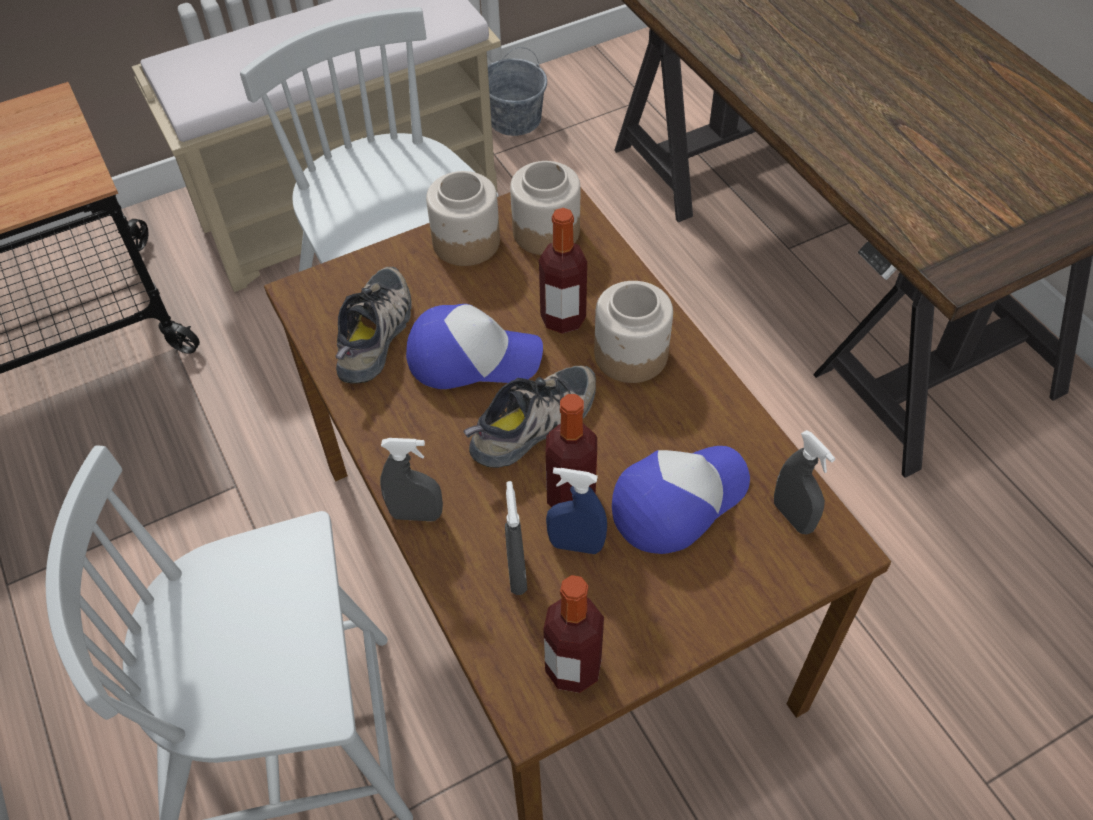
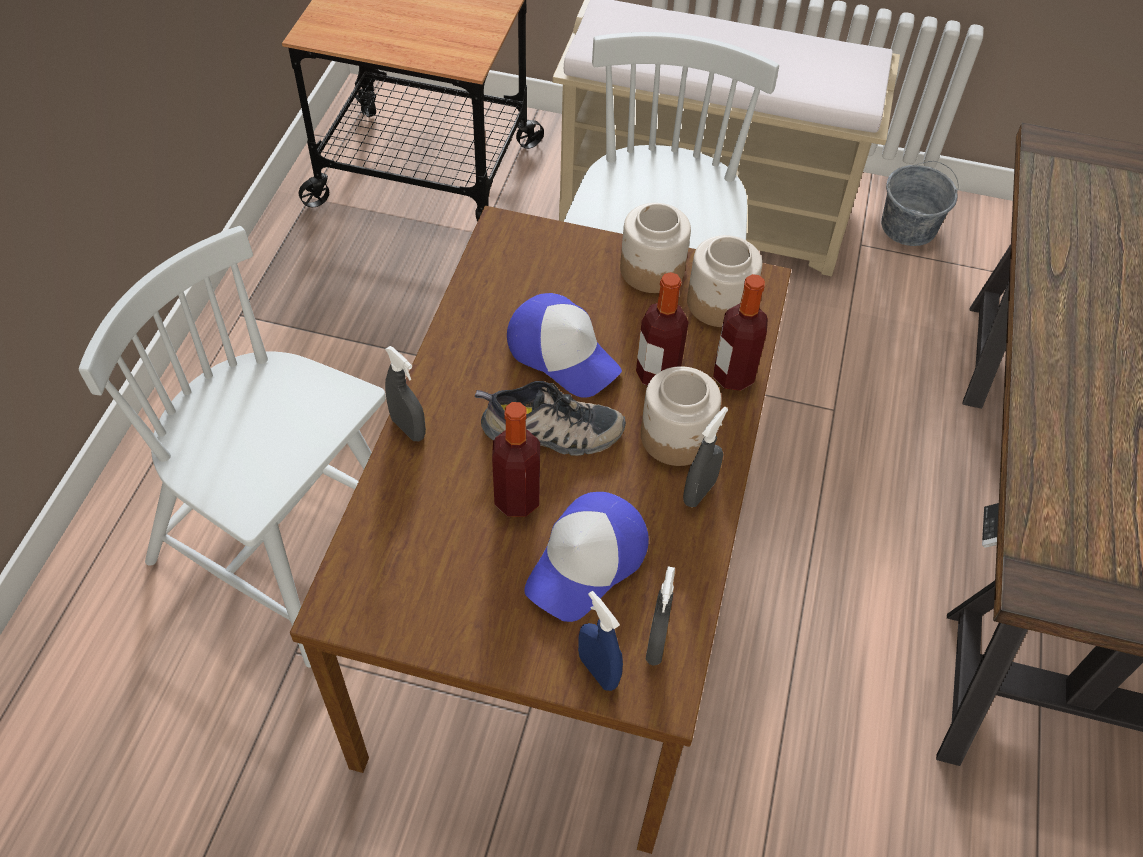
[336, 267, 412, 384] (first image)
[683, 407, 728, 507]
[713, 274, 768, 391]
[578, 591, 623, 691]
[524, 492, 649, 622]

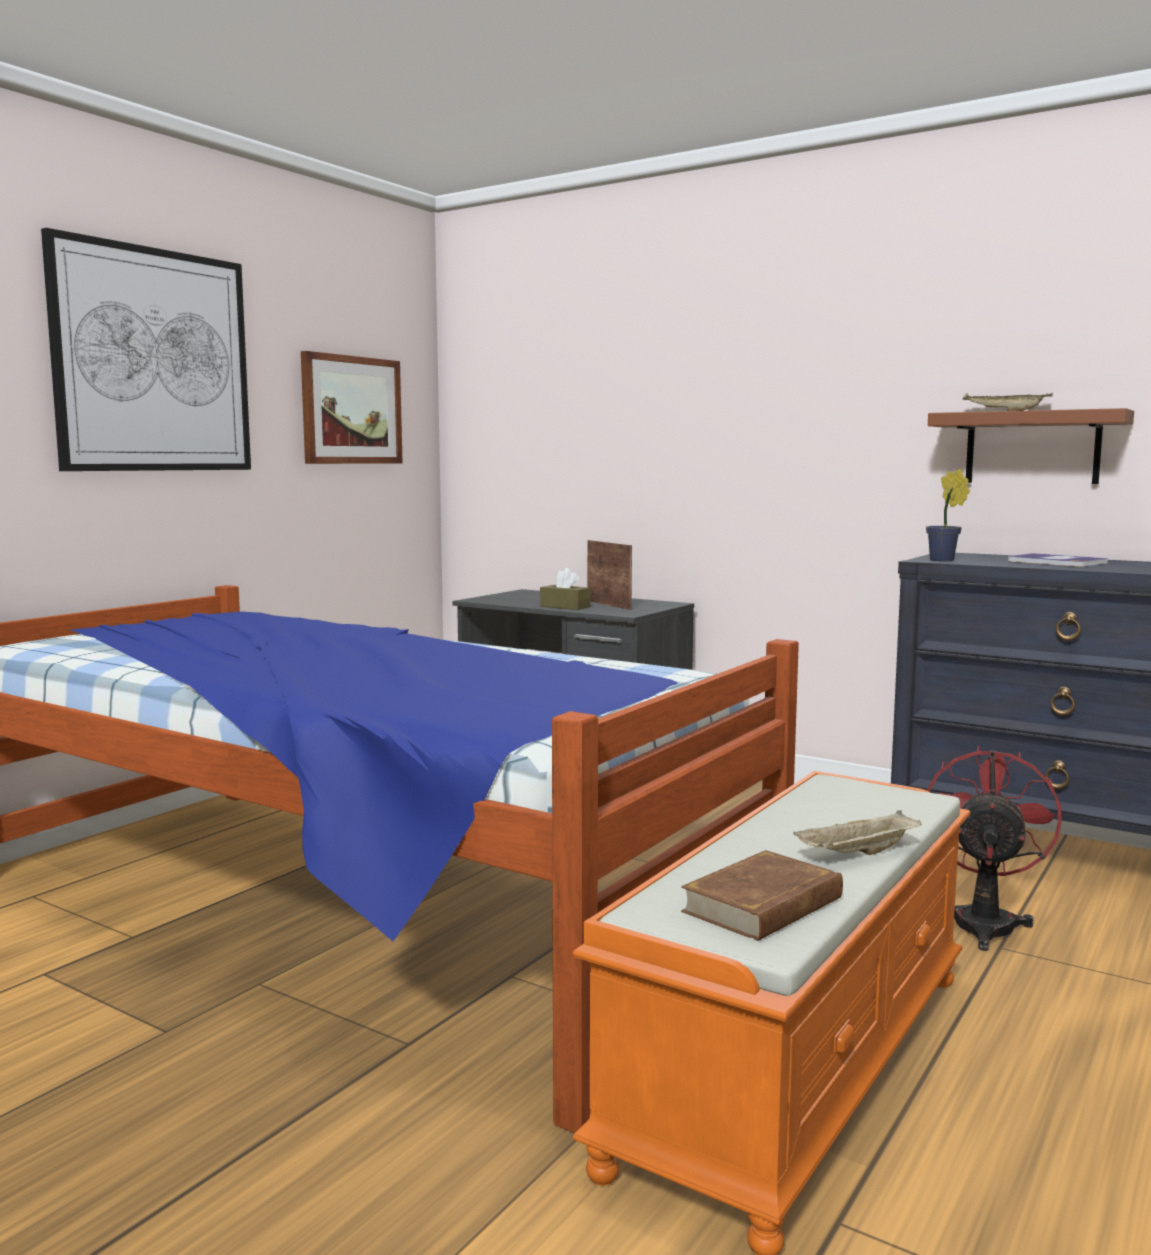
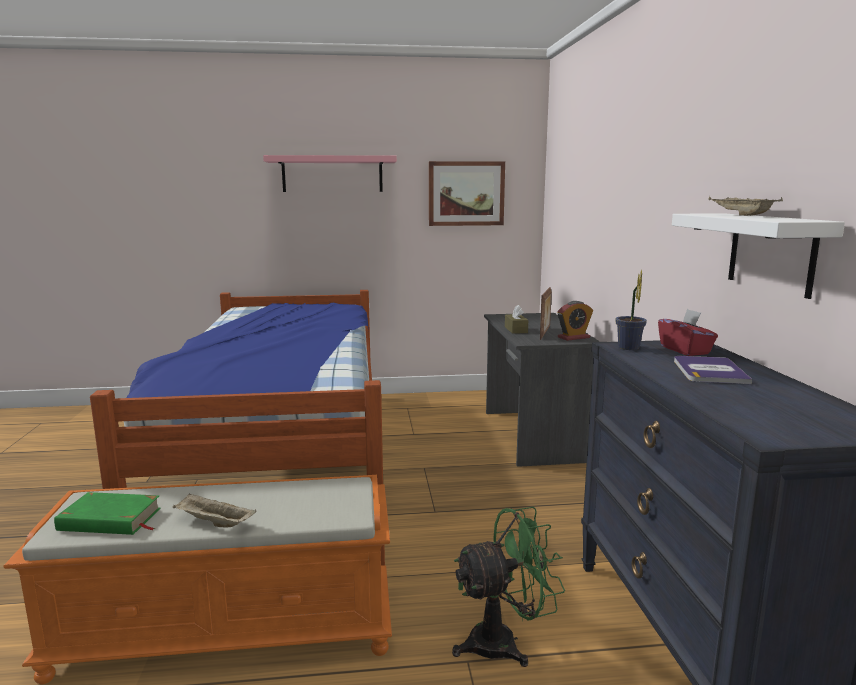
[557, 301, 593, 341]
[658, 309, 718, 356]
[263, 155, 397, 192]
[54, 492, 161, 535]
[452, 507, 565, 667]
[672, 213, 845, 299]

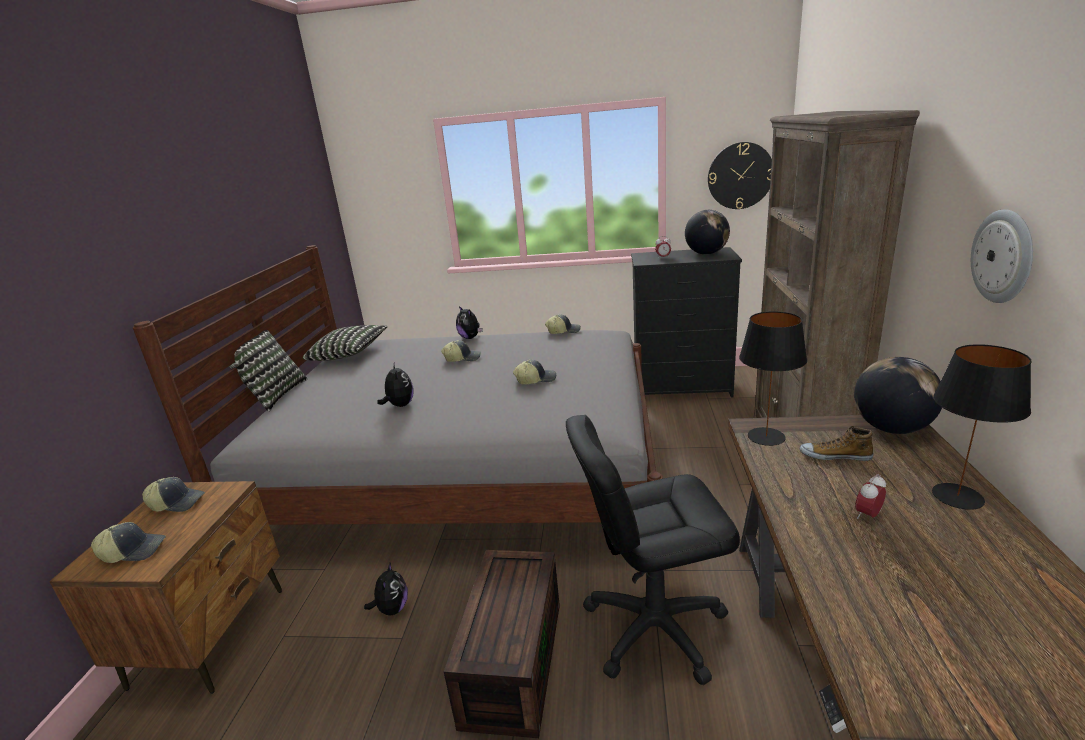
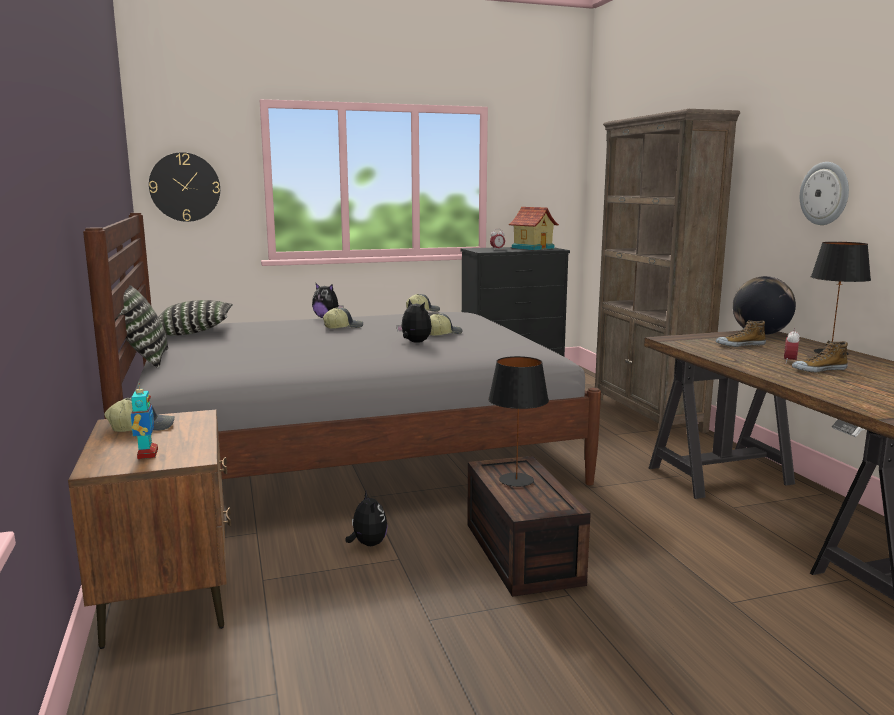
[566, 415, 740, 685] (first image)
[792, 341, 848, 373]
[397, 299, 432, 343]
[149, 152, 220, 222]
[488, 356, 549, 487]
[131, 382, 158, 459]
[509, 207, 559, 250]

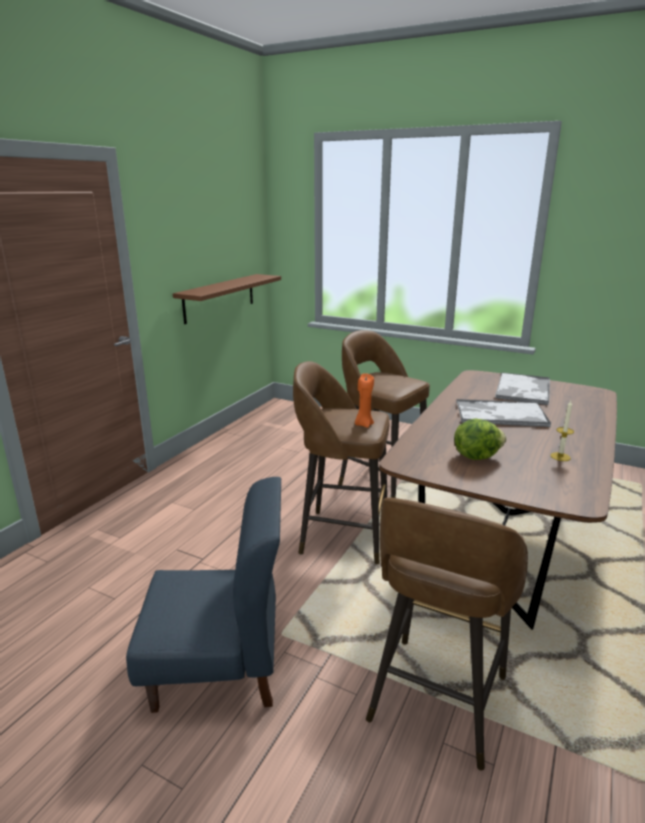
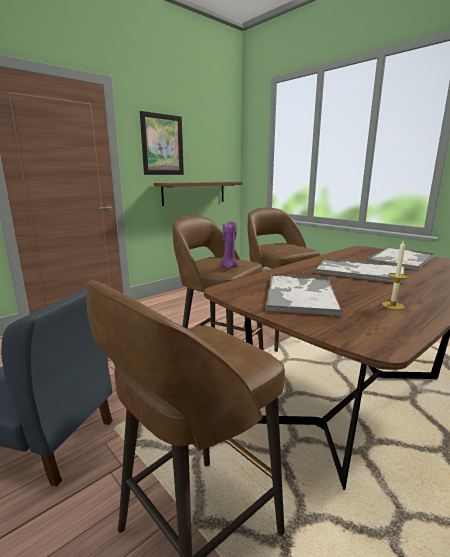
[140, 111, 184, 175]
[265, 275, 343, 316]
[220, 222, 237, 268]

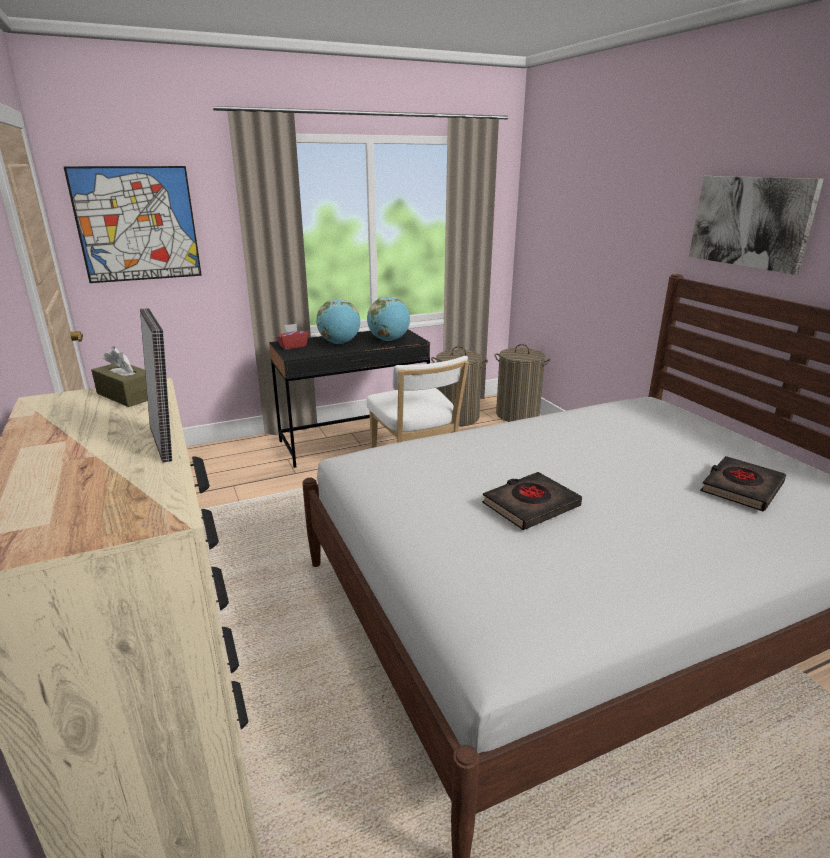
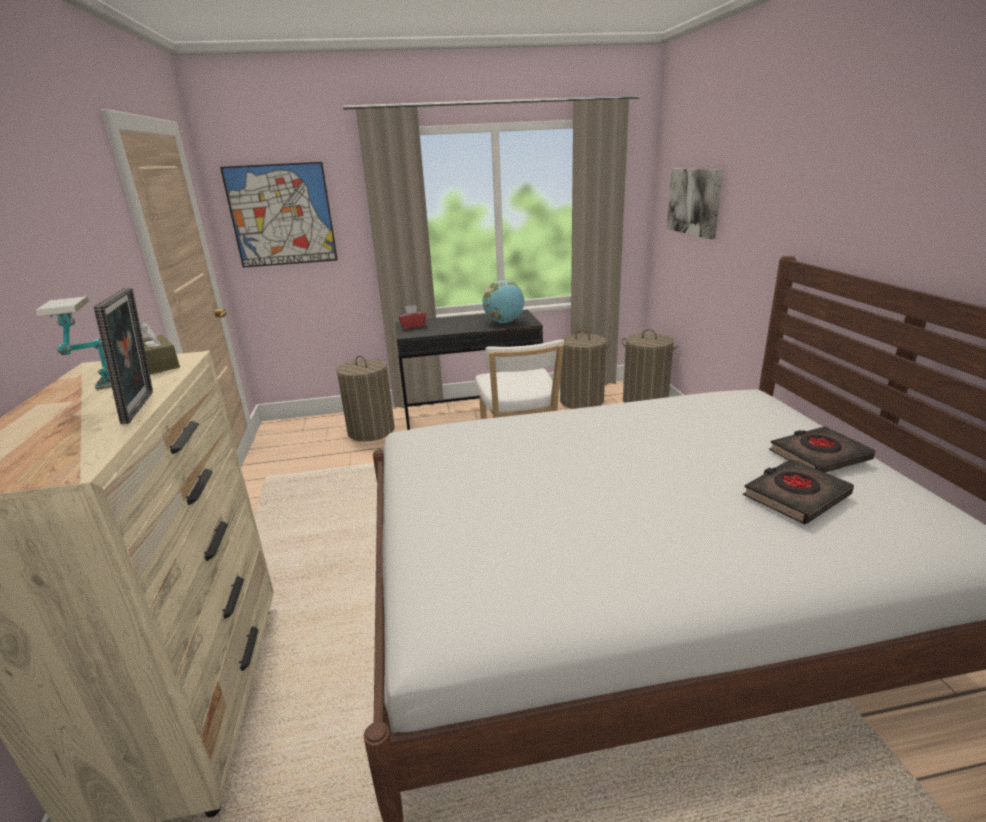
[316, 299, 360, 344] (first image)
[35, 296, 112, 390]
[336, 355, 395, 441]
[769, 426, 875, 473]
[667, 168, 723, 239]

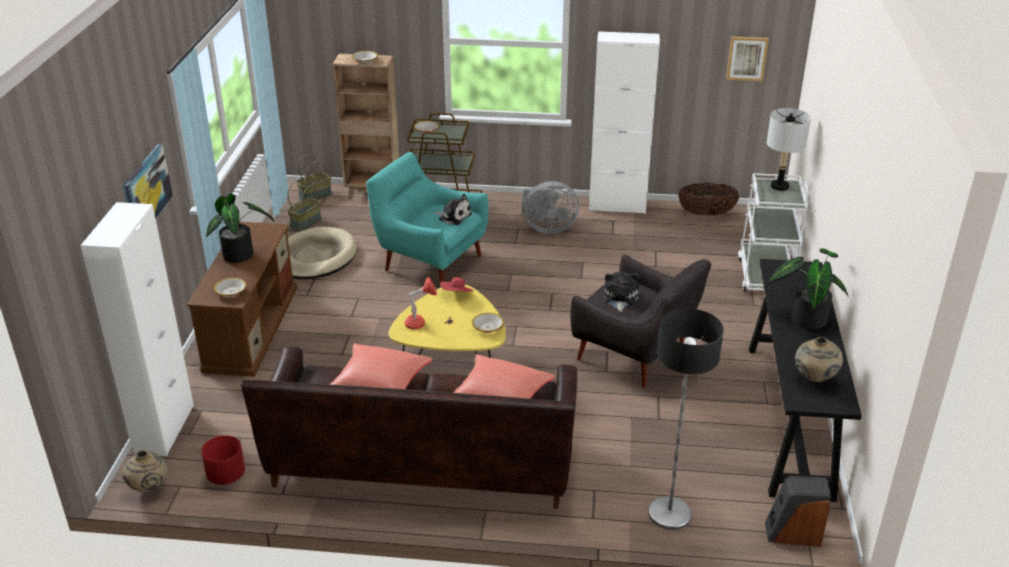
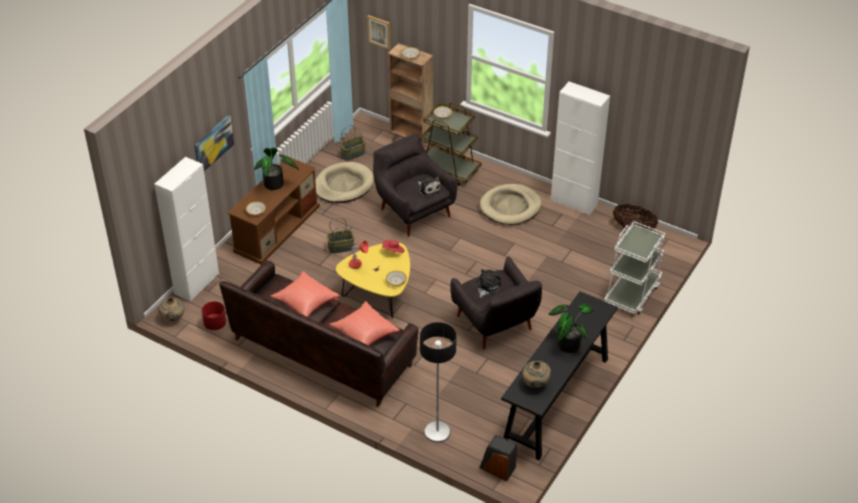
[767, 108, 811, 191] (first image)
[327, 217, 354, 253]
[367, 15, 391, 50]
[480, 184, 542, 225]
[373, 133, 457, 236]

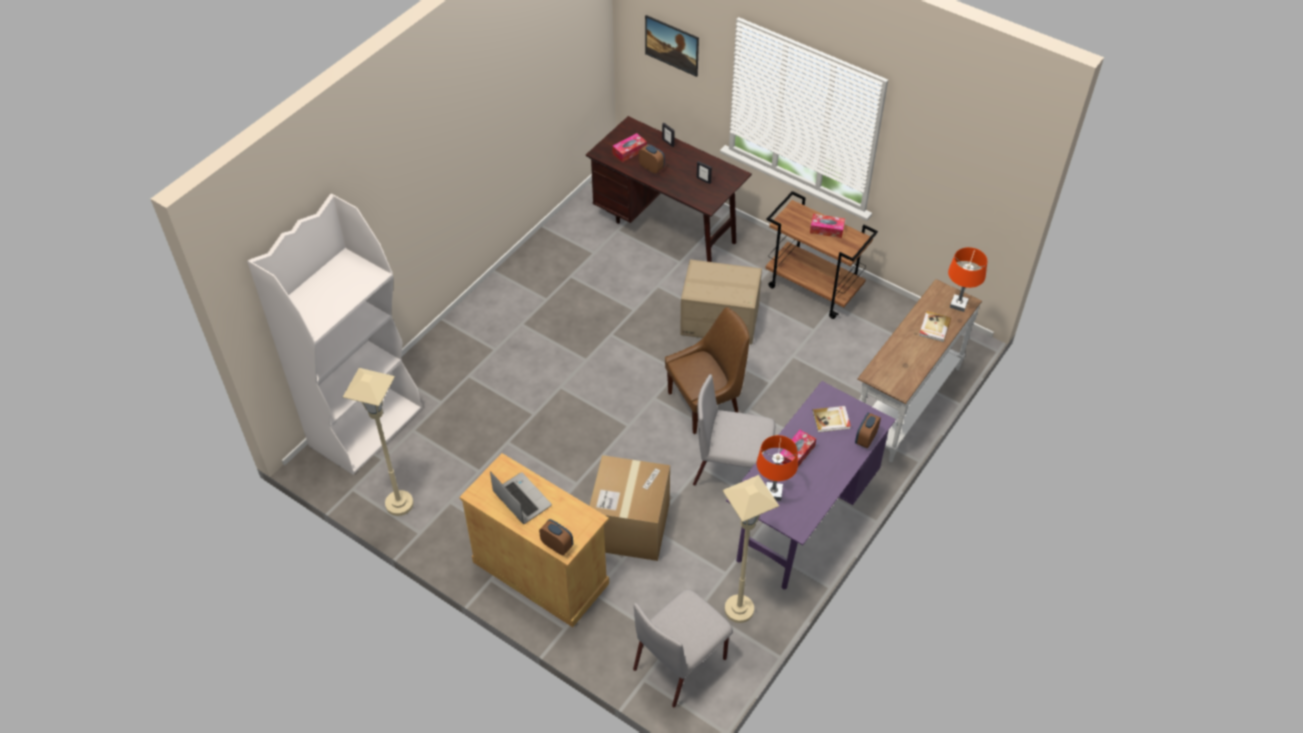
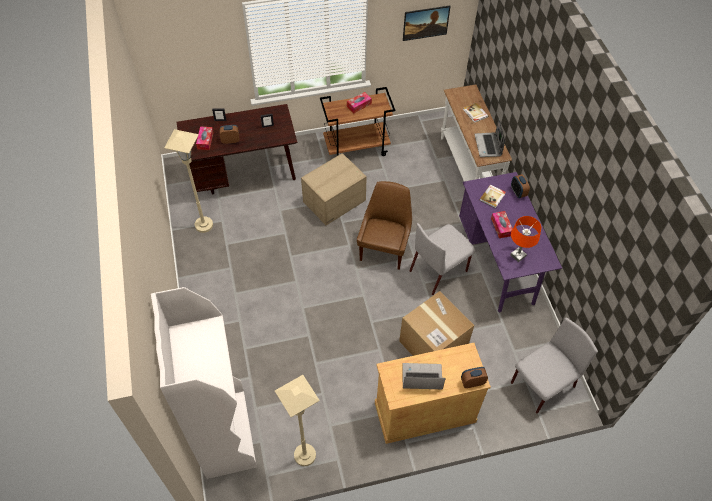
[948, 247, 987, 312] (first image)
[475, 119, 505, 157]
[403, 6, 451, 41]
[164, 129, 213, 233]
[511, 318, 598, 414]

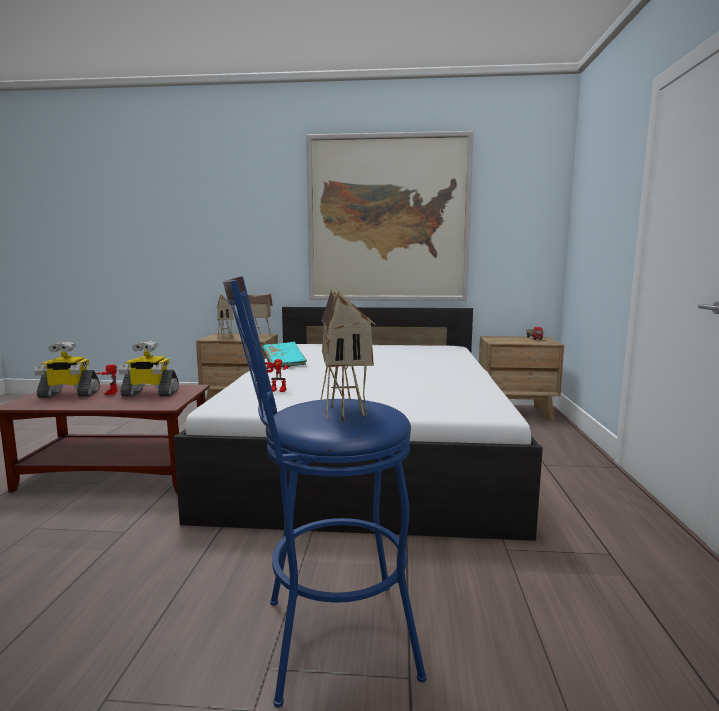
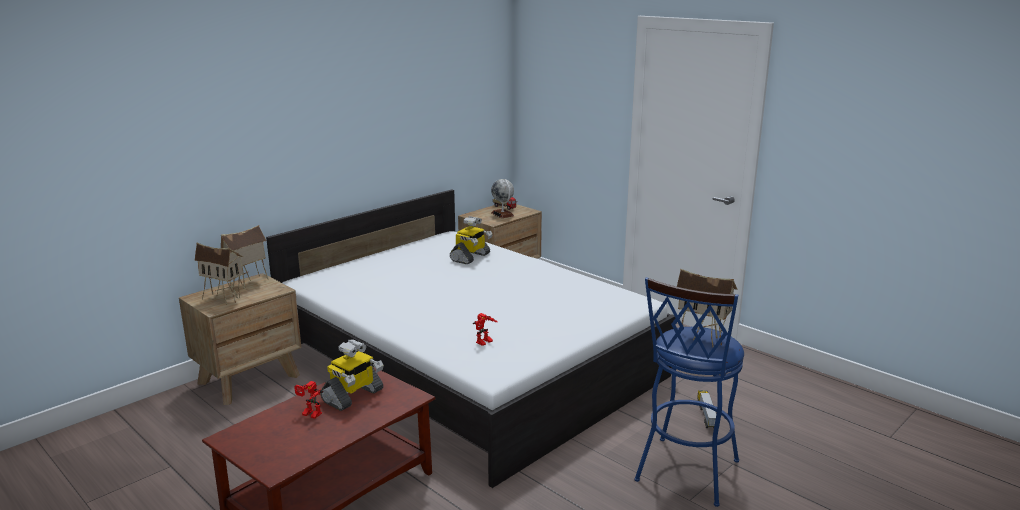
[262, 342, 307, 369] (first image)
[306, 131, 474, 301] (first image)
[491, 179, 514, 218]
[697, 390, 716, 428]
[450, 216, 493, 265]

